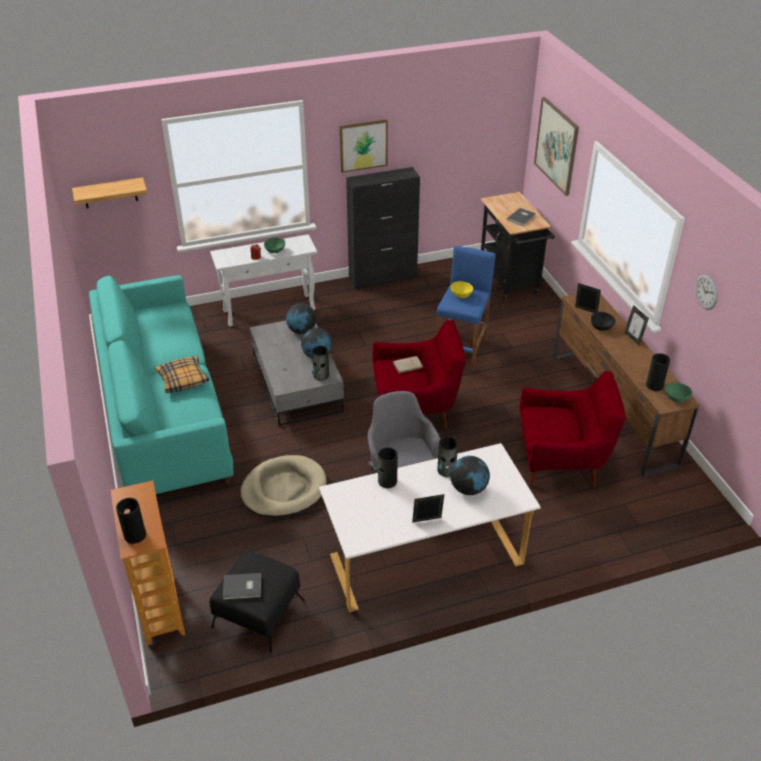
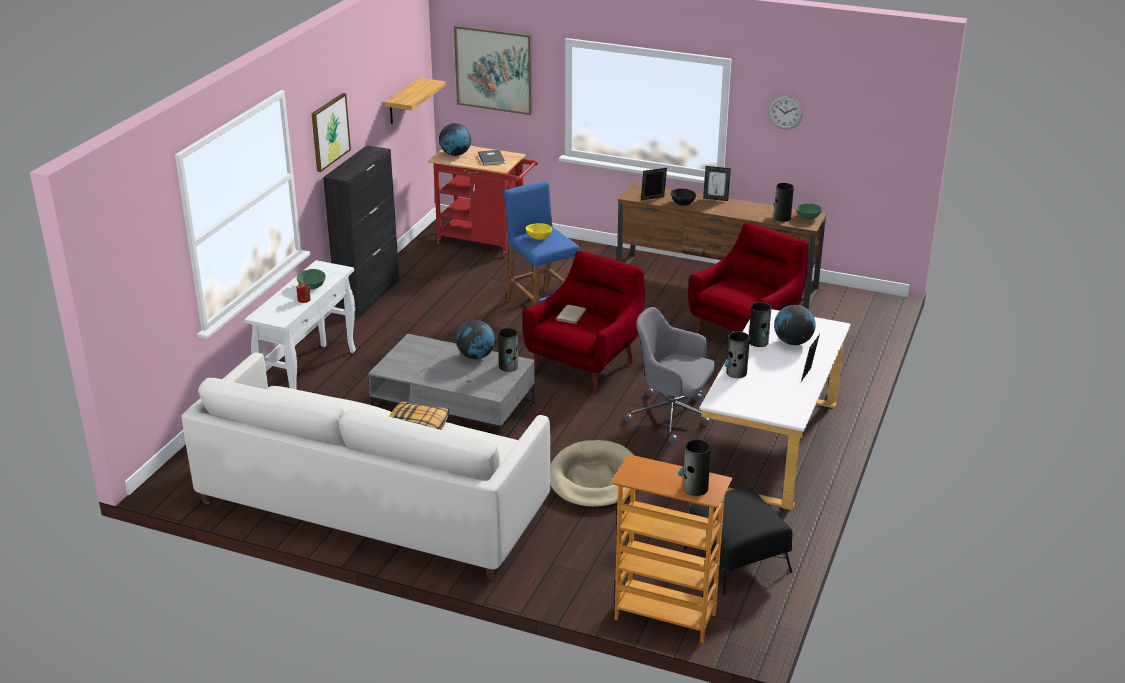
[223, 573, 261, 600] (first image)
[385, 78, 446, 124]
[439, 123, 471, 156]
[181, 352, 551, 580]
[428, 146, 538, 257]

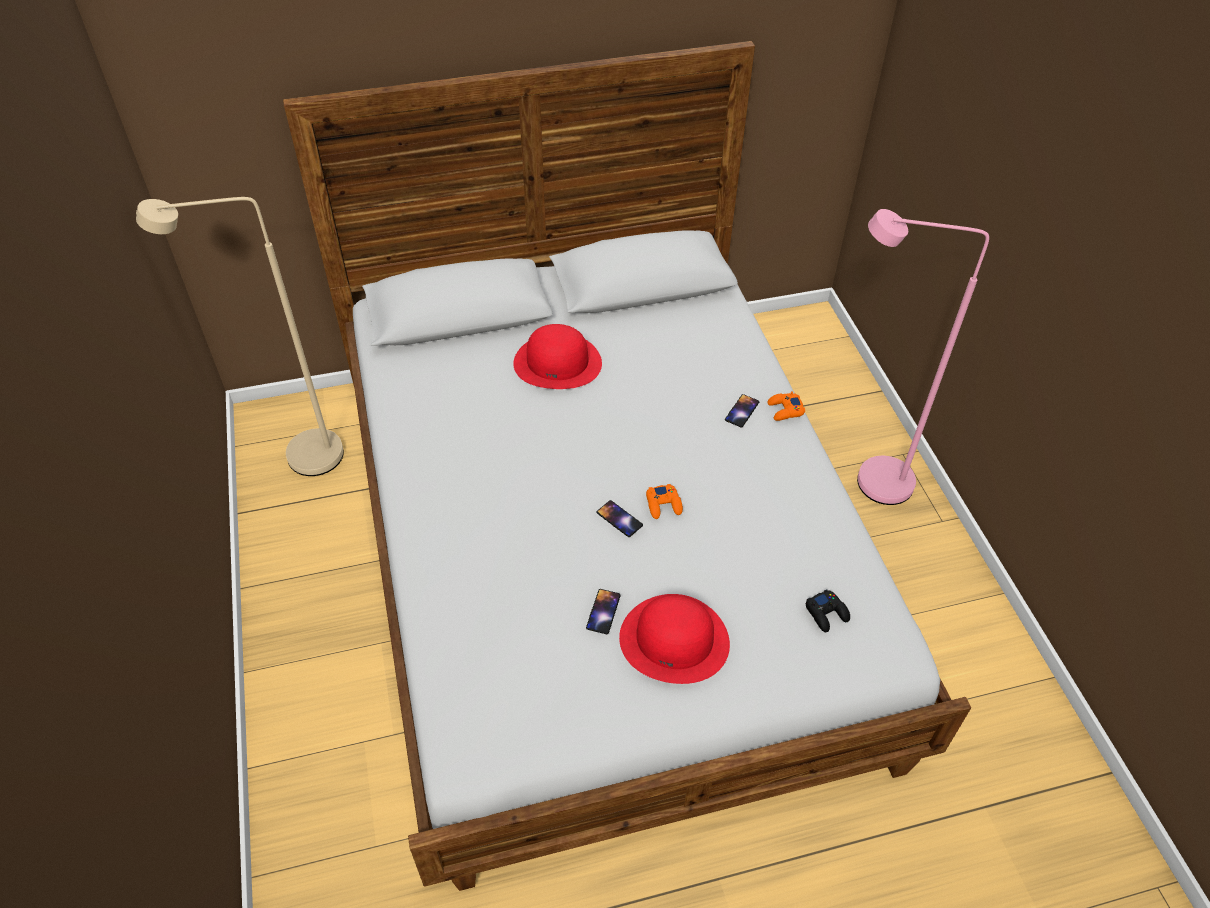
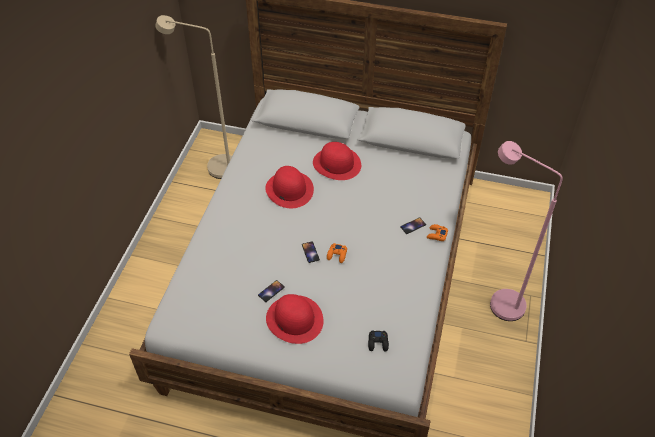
[265, 166, 314, 208]

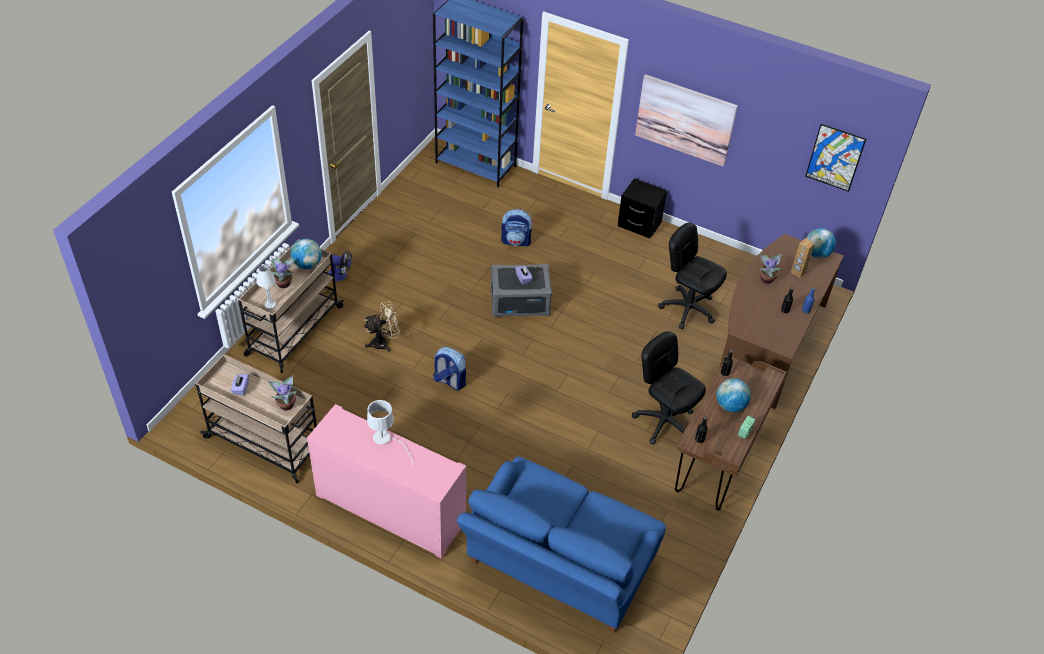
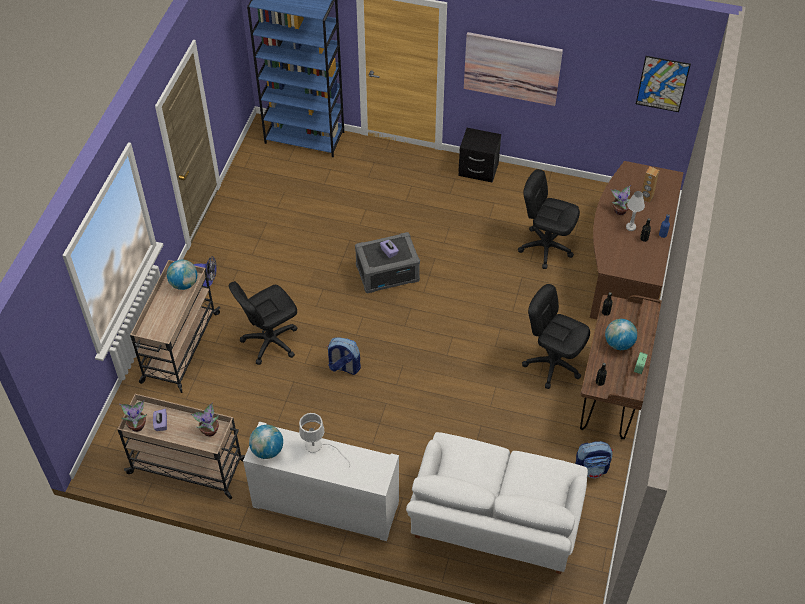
[626, 191, 645, 231]
[119, 400, 147, 432]
[575, 441, 613, 478]
[249, 425, 283, 459]
[229, 281, 298, 365]
[243, 422, 399, 541]
[406, 432, 588, 574]

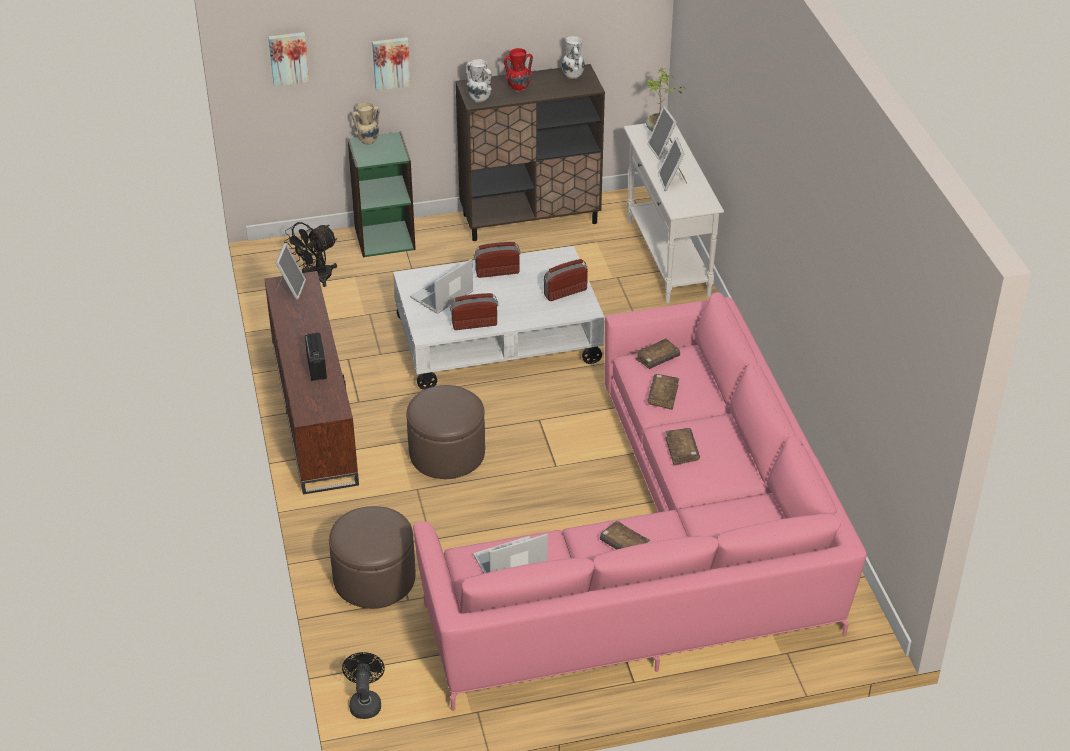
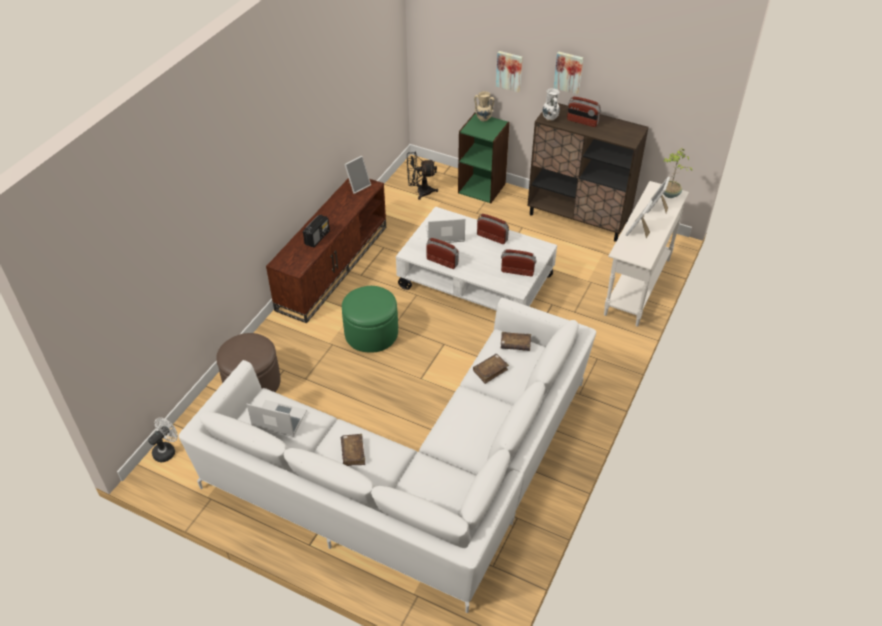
[562, 36, 584, 79] (first image)
[665, 428, 700, 466] (first image)
[554, 51, 583, 94]
[567, 97, 601, 127]
[148, 417, 178, 462]
[342, 286, 398, 353]
[179, 298, 596, 613]

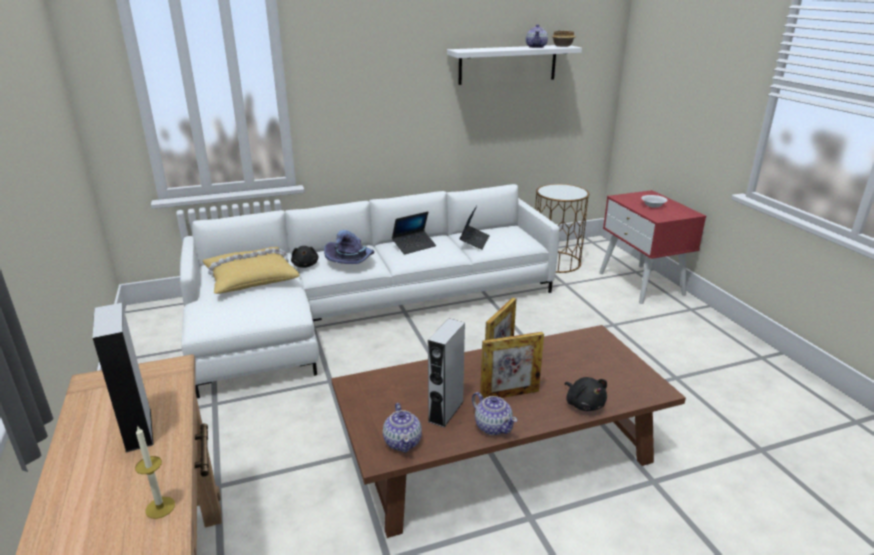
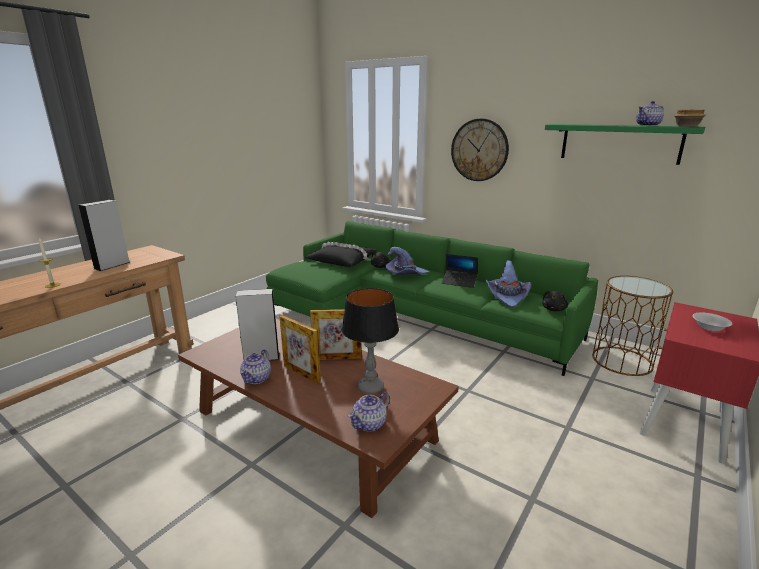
[342, 288, 399, 394]
[451, 119, 509, 181]
[348, 392, 389, 432]
[542, 291, 568, 311]
[486, 260, 531, 308]
[266, 221, 598, 376]
[305, 242, 377, 267]
[545, 124, 705, 165]

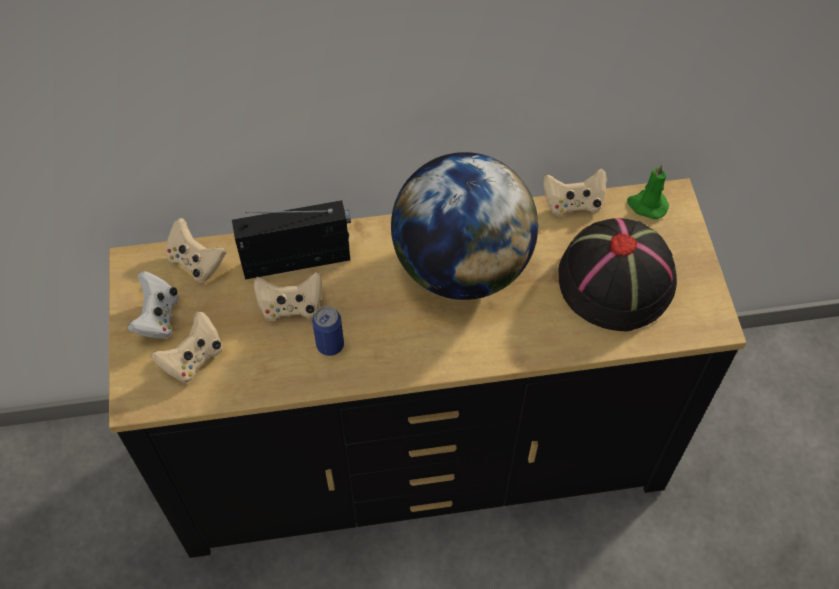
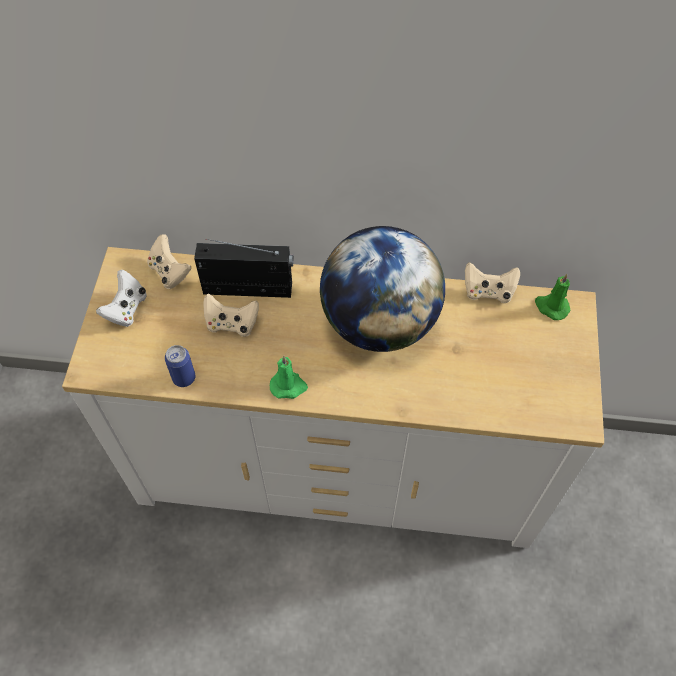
[152, 312, 223, 383] (first image)
[558, 218, 677, 331] (first image)
[270, 356, 308, 399]
[165, 345, 195, 387]
[62, 247, 604, 548]

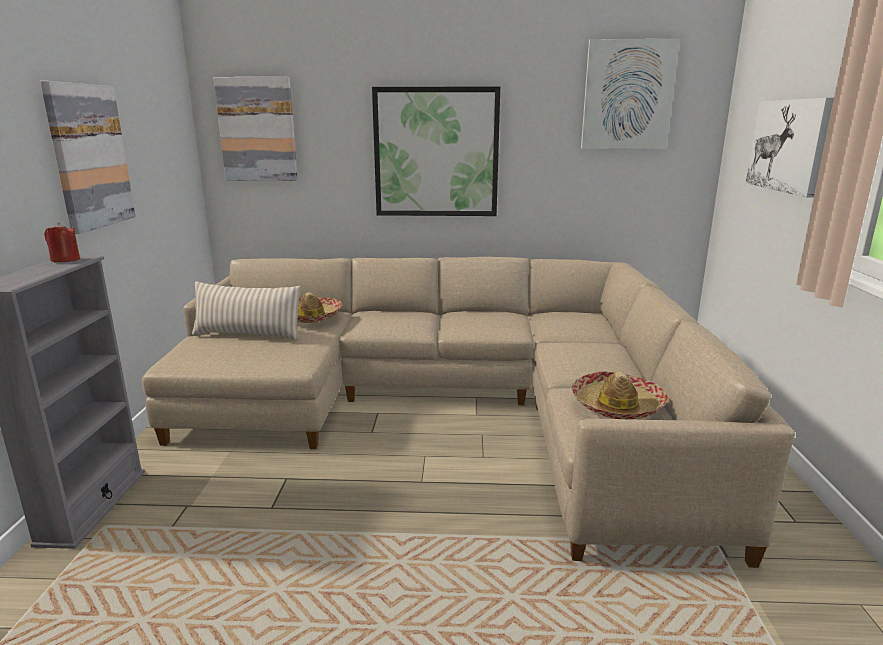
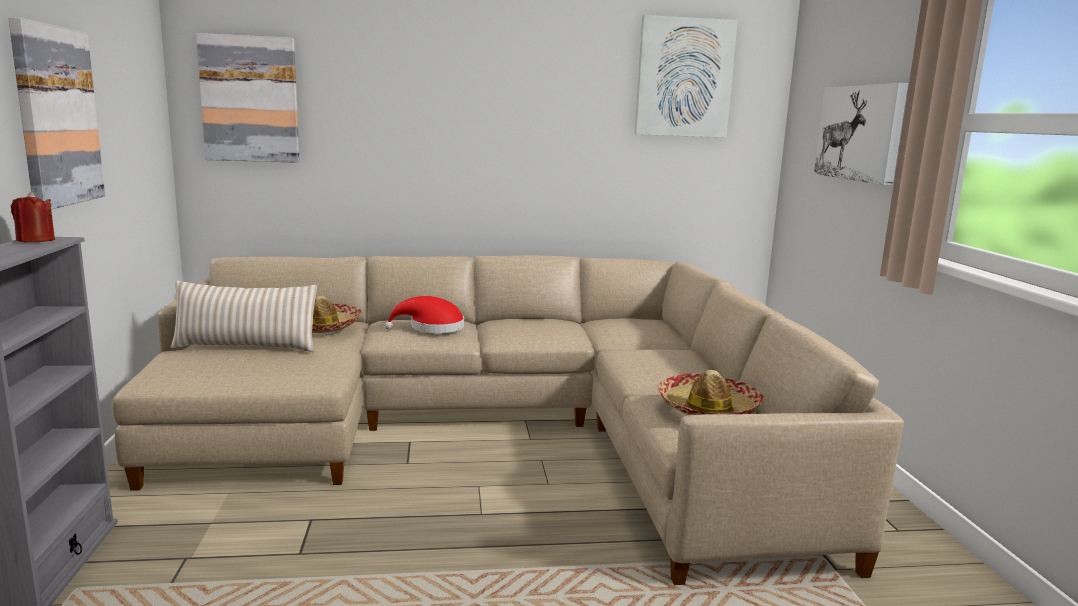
[372, 87, 500, 216] (first image)
[385, 296, 464, 333]

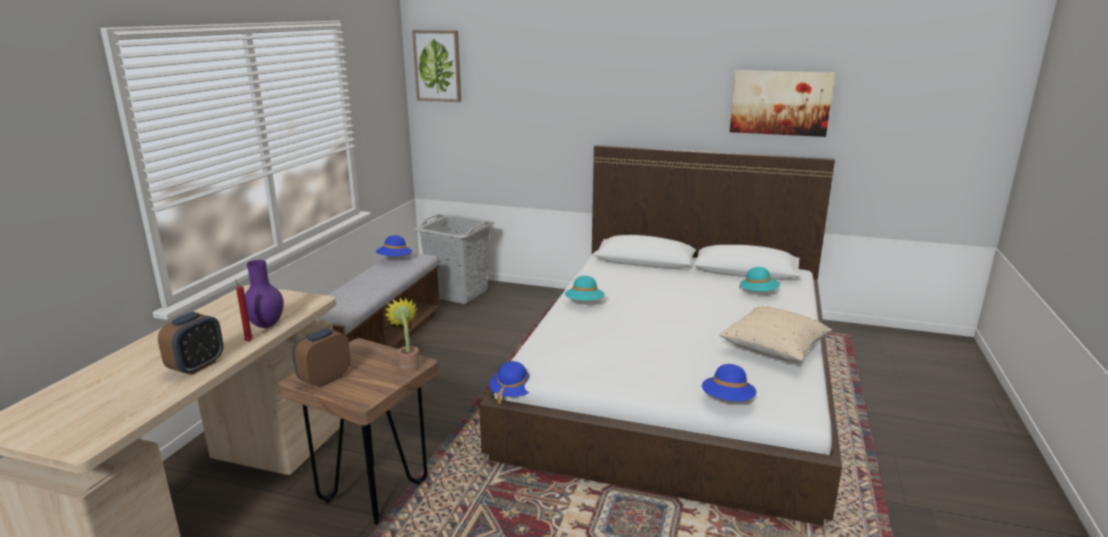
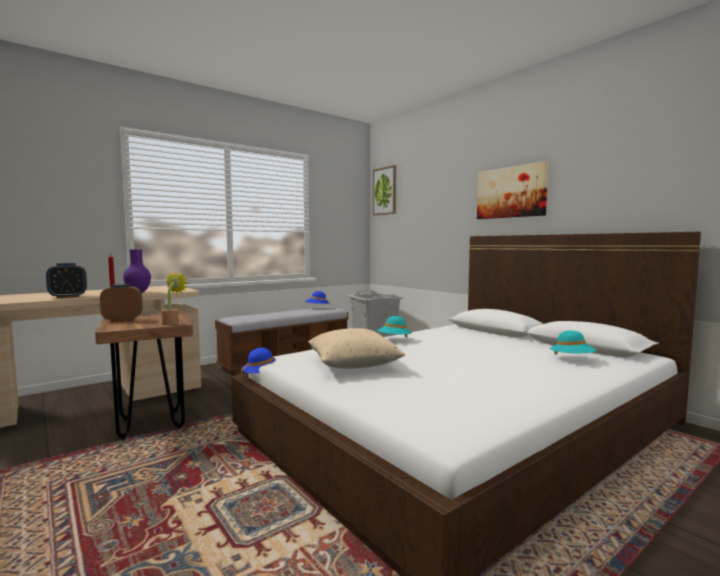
[702, 364, 756, 401] (first image)
[308, 328, 405, 369]
[477, 161, 548, 219]

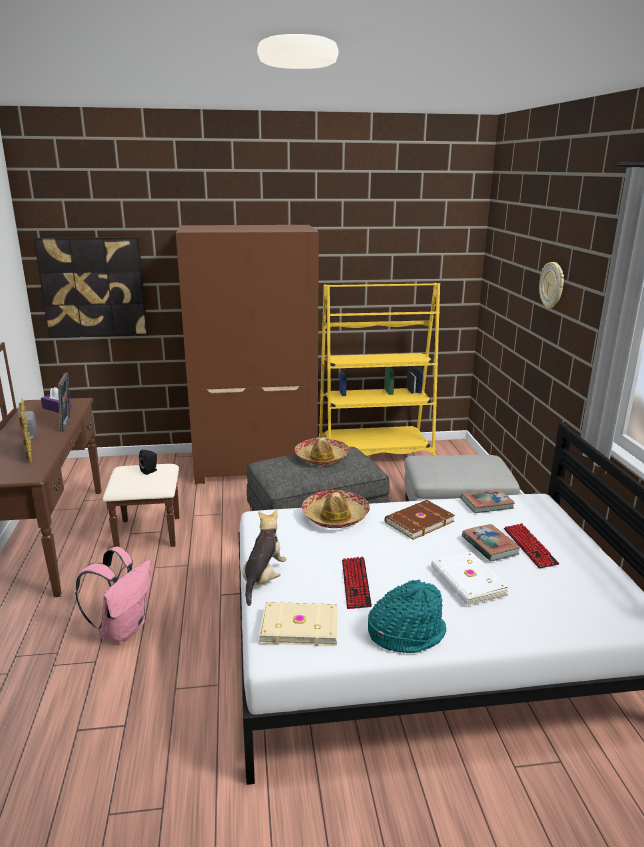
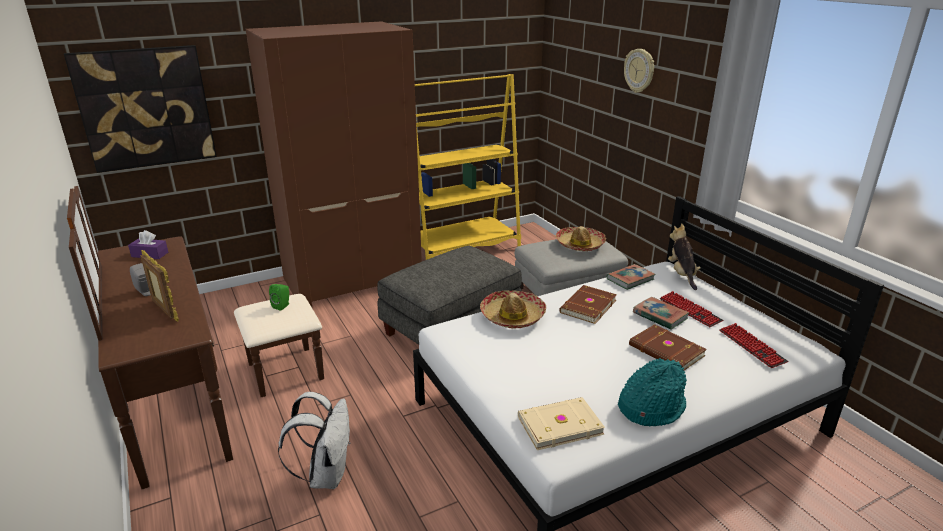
[58, 373, 70, 432] (first image)
[668, 223, 701, 290]
[556, 226, 606, 251]
[719, 323, 788, 368]
[278, 392, 350, 489]
[269, 284, 289, 311]
[629, 324, 707, 370]

